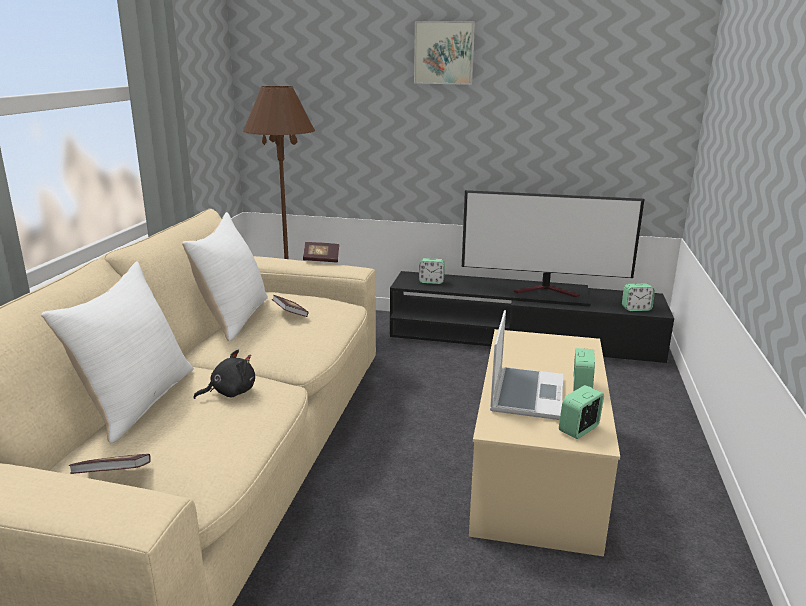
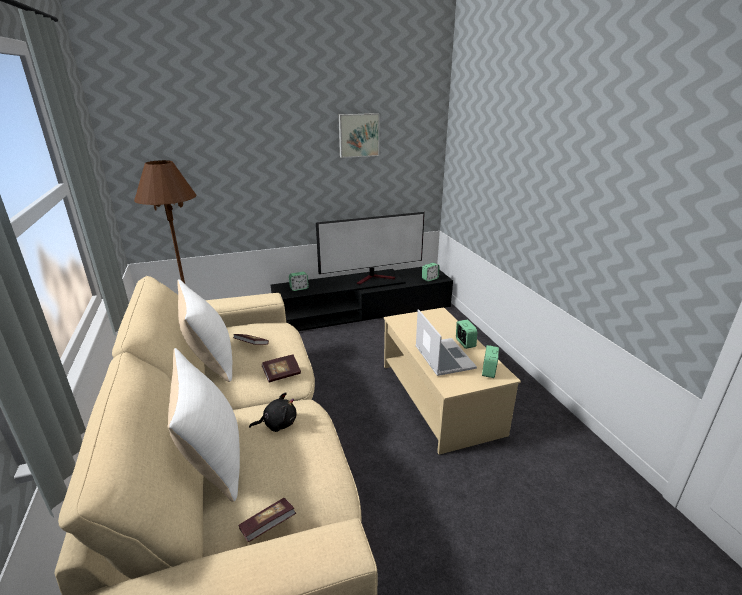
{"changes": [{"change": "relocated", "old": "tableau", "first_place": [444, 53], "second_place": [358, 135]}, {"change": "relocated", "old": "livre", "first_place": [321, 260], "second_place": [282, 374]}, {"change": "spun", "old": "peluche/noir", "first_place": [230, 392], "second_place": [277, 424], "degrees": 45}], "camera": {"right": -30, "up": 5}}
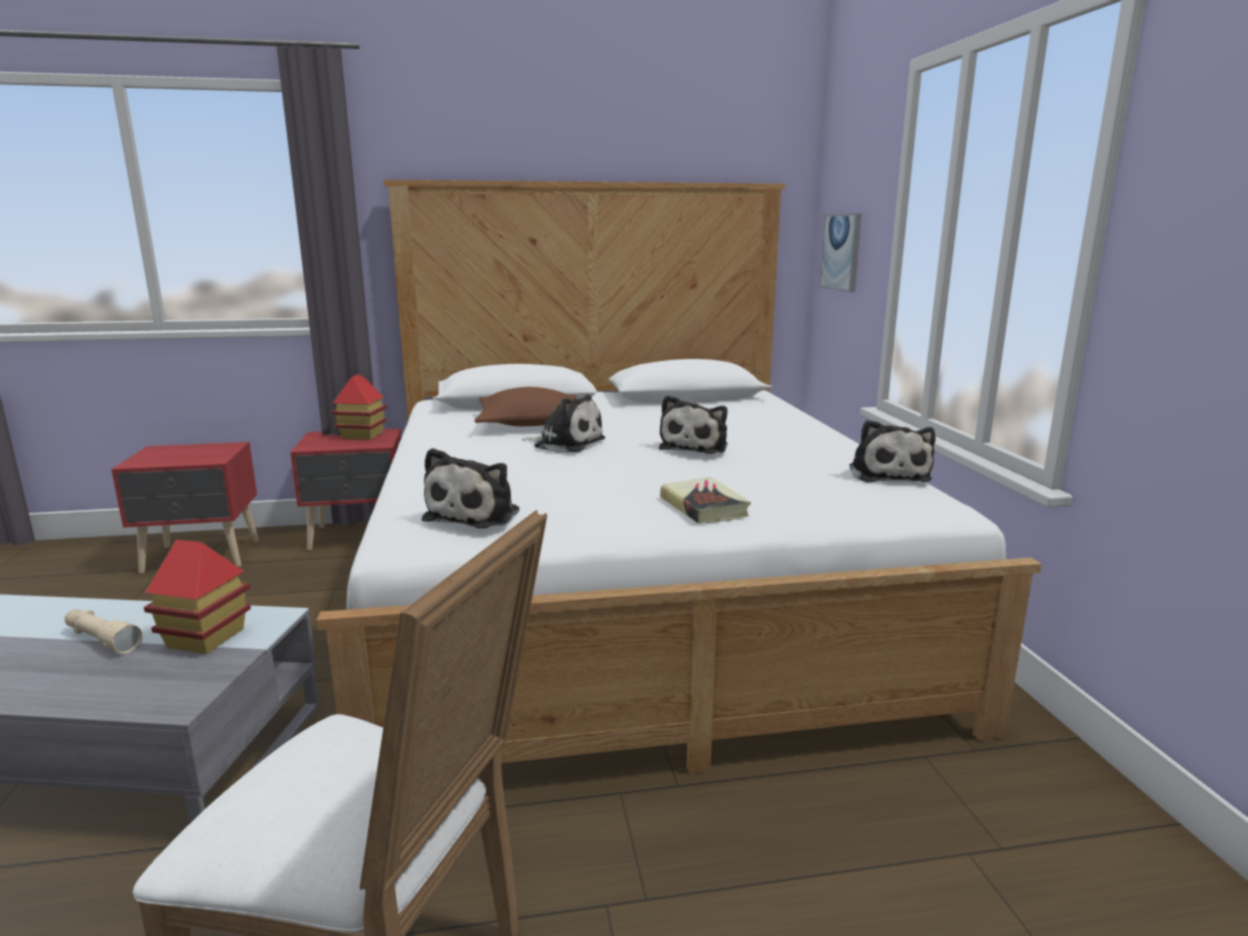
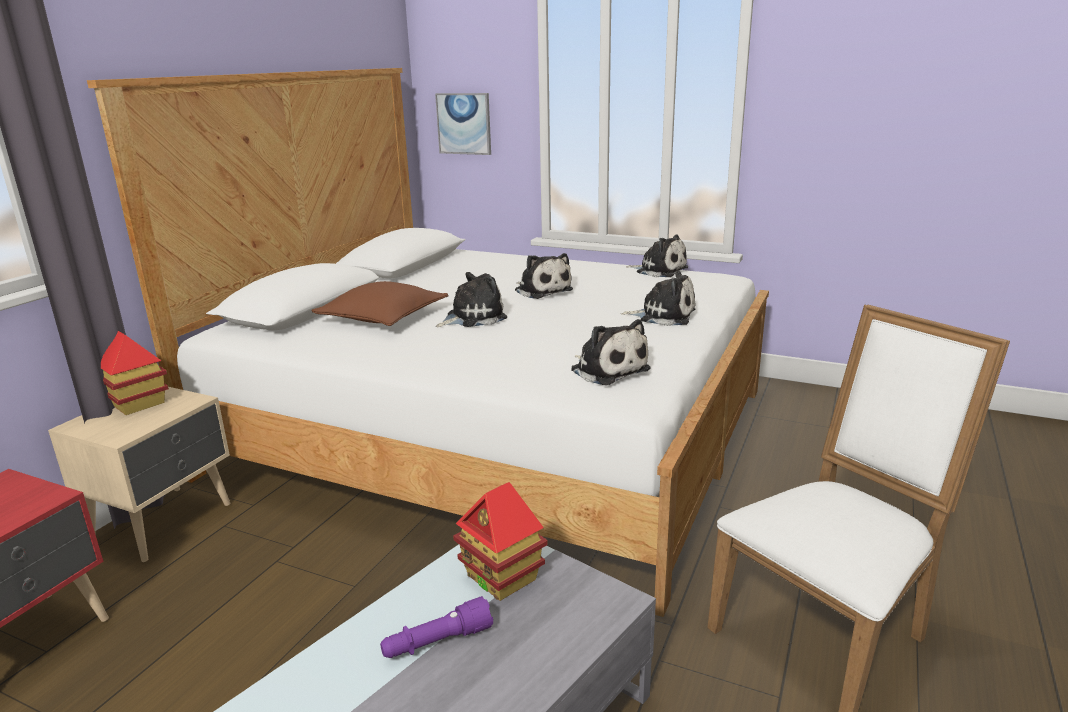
{"changes": [{"change": "colour", "old": "table de chevet/rouge", "new": "table de chevet/beige", "first_place": [359, 536], "second_place": [166, 522]}, {"change": "exchanged", "old": "livre", "new": "peluche", "first_place": [704, 507], "second_place": [663, 316]}, {"change": "colour", "old": "lampe de poche/beige", "new": "lampe de poche/violet", "first_place": [101, 640], "second_place": [437, 642]}], "camera": {"right": -55, "up": 5}}
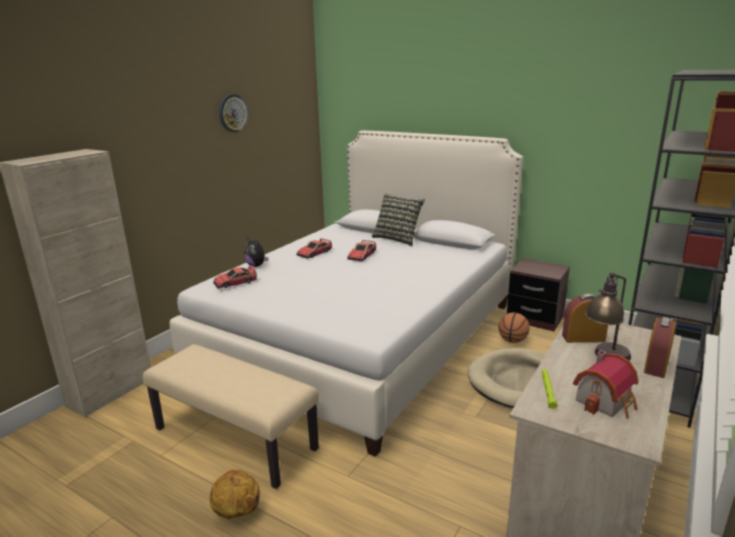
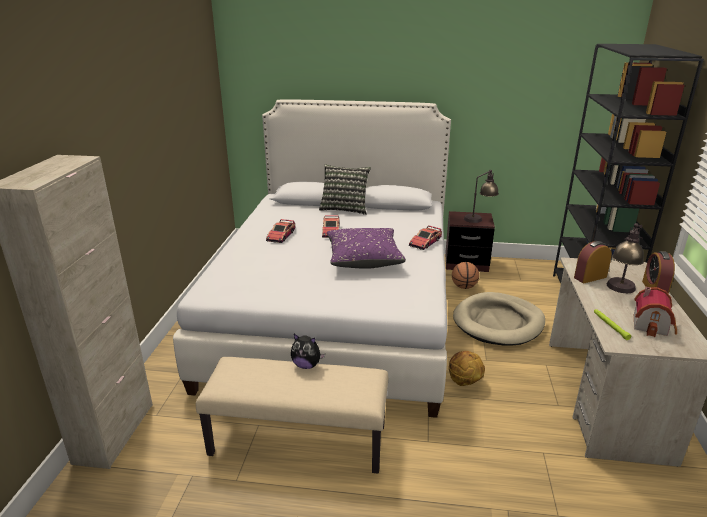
{"changes": [{"change": "missing", "old": "horloge murale", "first_place": [232, 113]}, {"change": "relocated", "old": "peluche", "first_place": [256, 265], "second_place": [307, 365]}, {"change": "relocated", "old": "petite voiture", "first_place": [235, 282], "second_place": [425, 242]}, {"change": "relocated", "old": "ballon de basket", "first_place": [237, 512], "second_place": [464, 382]}, {"change": "appeared", "new": "lampe de table", "second_place": [479, 218]}, {"change": "appeared", "new": "coussin/violet", "second_place": [364, 259]}], "camera": {"right": -25, "up": 5}}
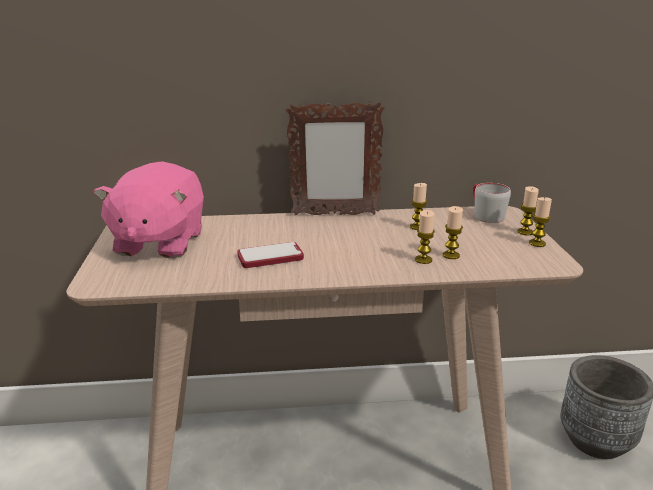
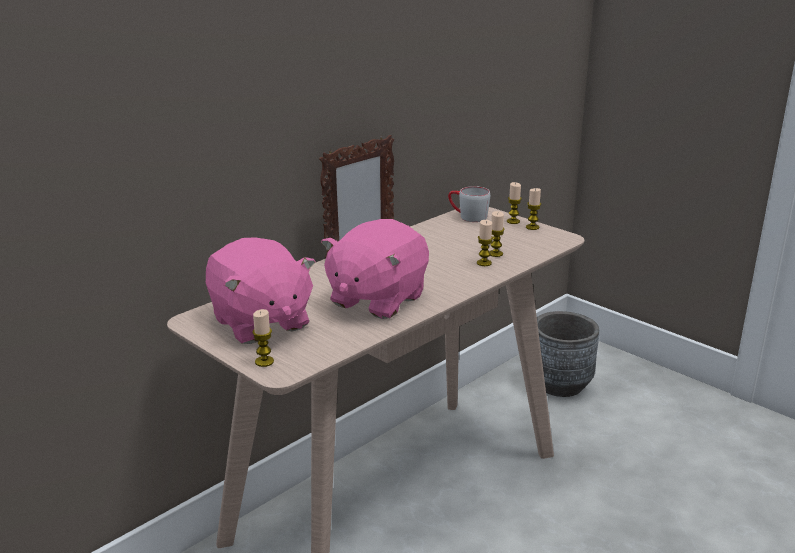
{"changes": [{"change": "relocated", "old": "bougie", "first_place": [417, 227], "second_place": [264, 362]}, {"change": "exchanged", "old": "téléphone", "new": "peluche/rose", "first_place": [270, 257], "second_place": [376, 299]}], "camera": {"right": -40, "up": 0}}
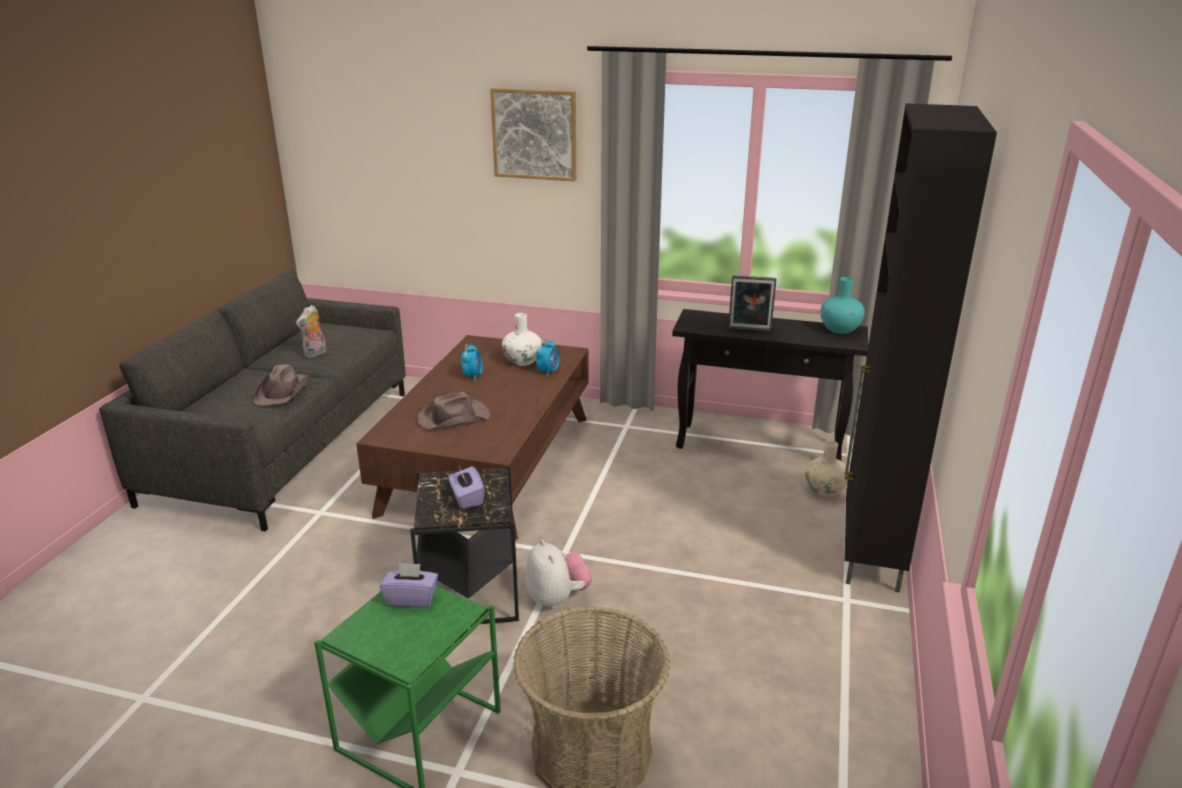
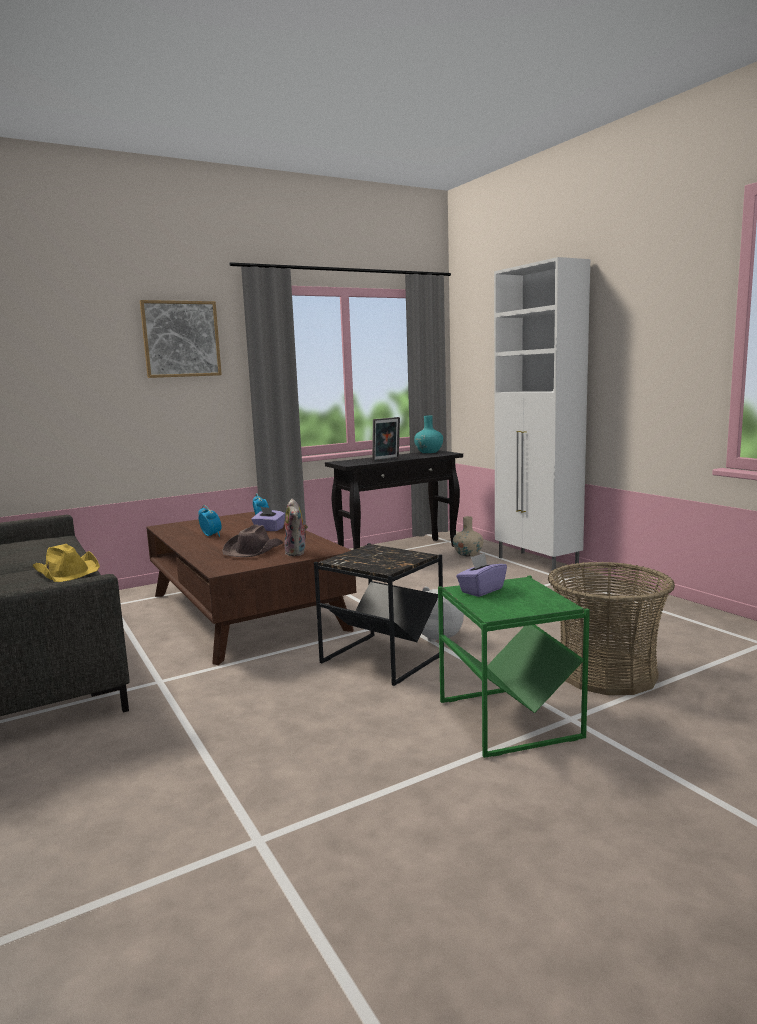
{"changes": [{"change": "colour", "old": "meuble de rangement/noir", "new": "meuble de rangement/blanc", "first_place": [870, 552], "second_place": [537, 563]}, {"change": "relocated", "old": "peluche", "first_place": [315, 354], "second_place": [297, 553]}, {"change": "missing", "old": "vase/blanc", "first_place": [522, 361]}, {"change": "colour", "old": "chapeau/marron", "new": "chapeau/jaune", "first_place": [284, 391], "second_place": [68, 572]}, {"change": "relocated", "old": "boîte à mouchoirs/violet", "first_place": [467, 498], "second_place": [269, 529]}], "camera": {"right": -45, "up": -15}}
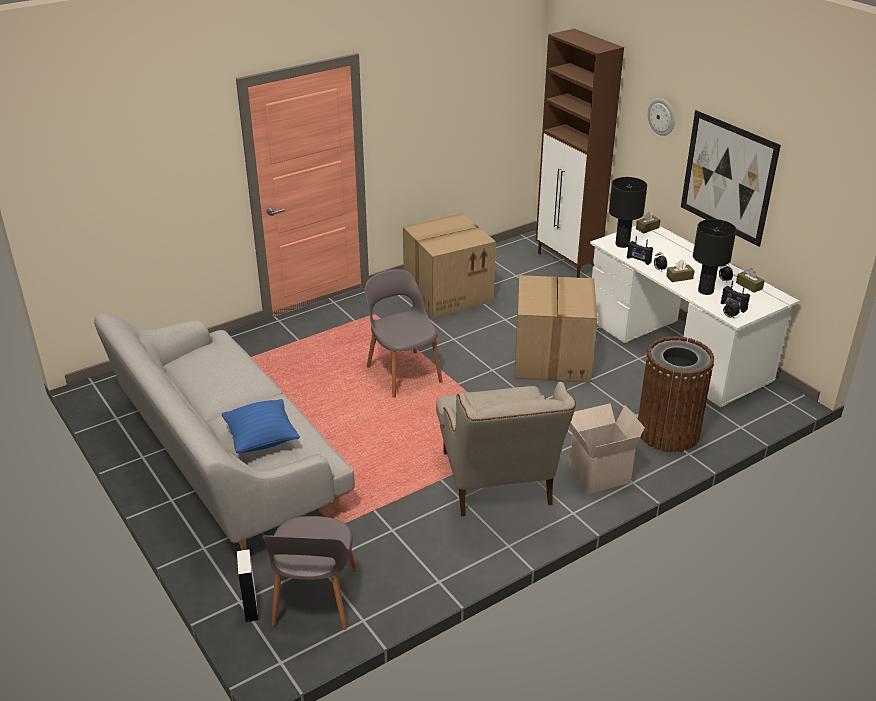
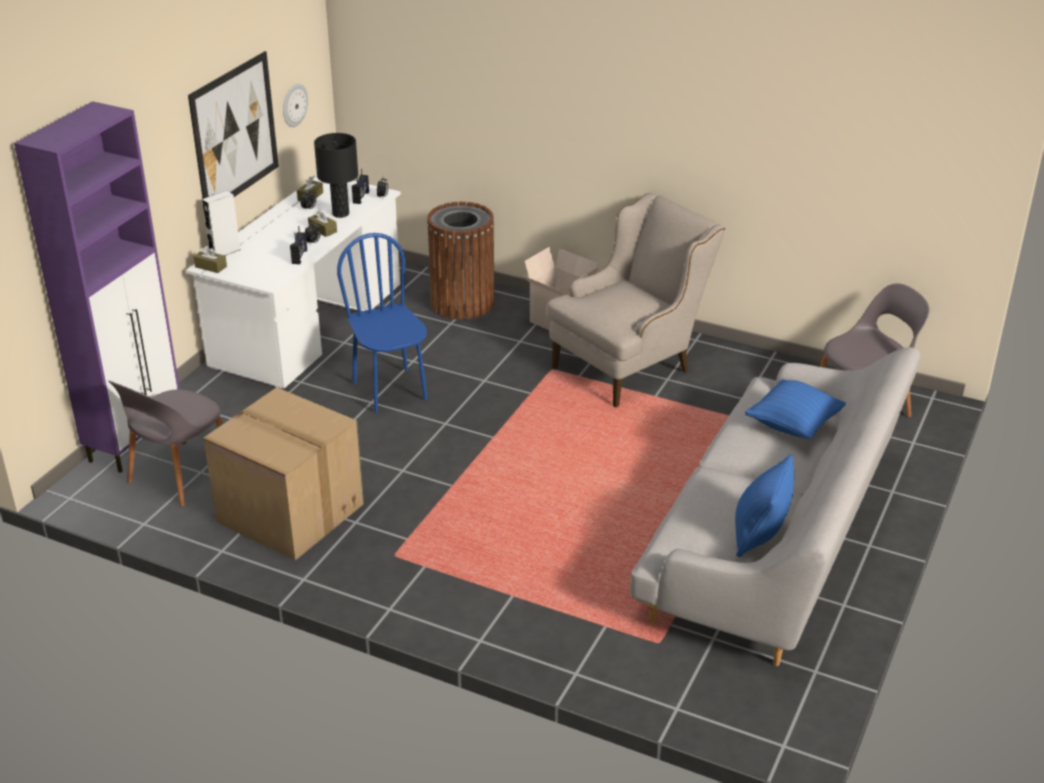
{"changes": [{"change": "colour", "old": "meuble de rangement/marron", "new": "meuble de rangement/violet", "first_place": [567, 263], "second_place": [136, 441]}, {"change": "relocated", "old": "horloge murale", "first_place": [662, 117], "second_place": [294, 105]}, {"change": "missing", "old": "lampe de table/noir", "first_place": [622, 244]}, {"change": "relocated", "old": "chaise/gris", "first_place": [403, 373], "second_place": [180, 475]}, {"change": "exchanged", "old": "carton", "new": "chaise/bleu", "first_place": [553, 359], "second_place": [390, 391]}, {"change": "relocated", "old": "enceinte/blanc", "first_place": [251, 609], "second_place": [225, 252]}, {"change": "appeared", "new": "coussin/bleu", "second_place": [759, 534]}], "camera": {"right": -120, "up": 0}}
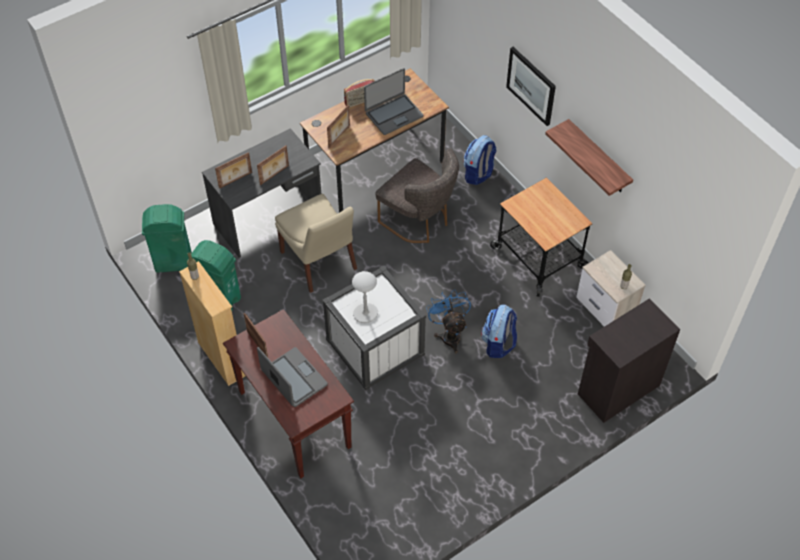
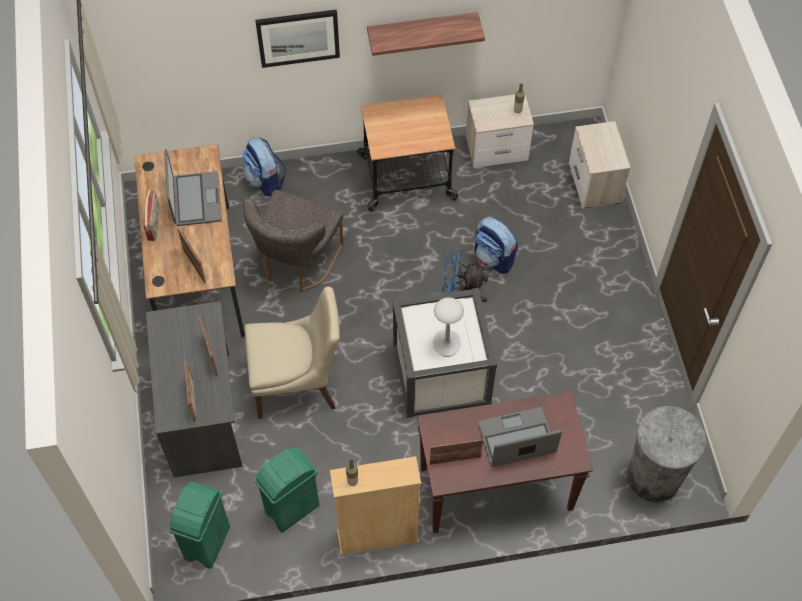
{"changes": [{"change": "spun", "old": "chaise/gris", "first_place": [419, 221], "second_place": [297, 263], "degrees": 135}, {"change": "exchanged", "old": "meuble de rangement/noir", "new": "table de chevet", "first_place": [617, 389], "second_place": [594, 184]}, {"change": "appeared", "new": "poubelle/gris", "second_place": [653, 477]}], "camera": {"right": -65, "up": 5}}
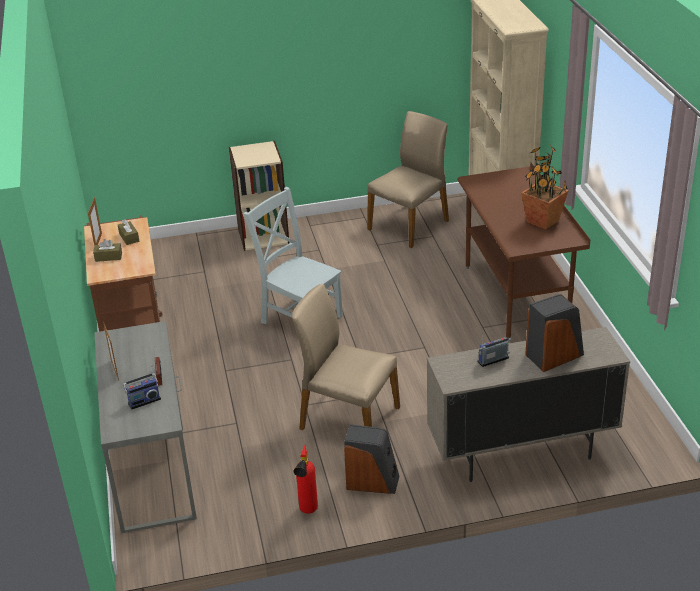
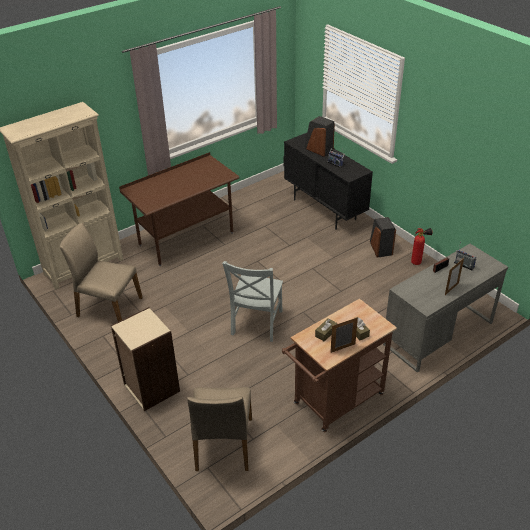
{"changes": [{"change": "missing", "old": "plante en pot", "first_place": [542, 221]}, {"change": "relocated", "old": "chaise/beige", "first_place": [348, 418], "second_place": [223, 444]}, {"change": "colour", "old": "meuble de rangement/beige", "new": "meuble de rangement/noir", "first_place": [521, 453], "second_place": [324, 209]}], "camera": {"right": -115, "up": 5}}
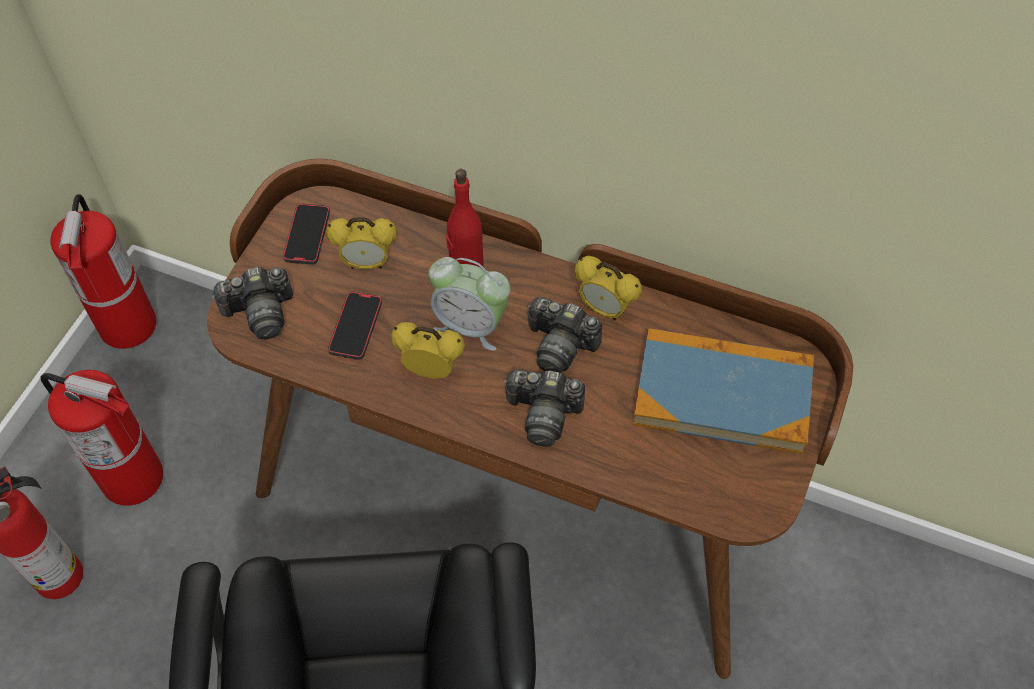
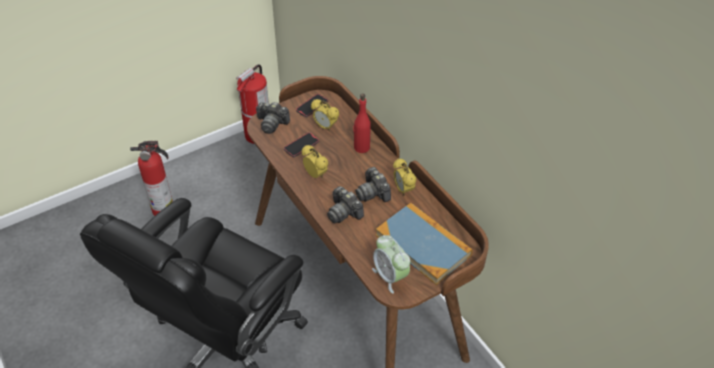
{"changes": [{"change": "relocated", "old": "réveil", "first_place": [470, 325], "second_place": [390, 276]}, {"change": "missing", "old": "extincteur", "first_place": [133, 478]}], "camera": {"right": 35, "up": -10}}
